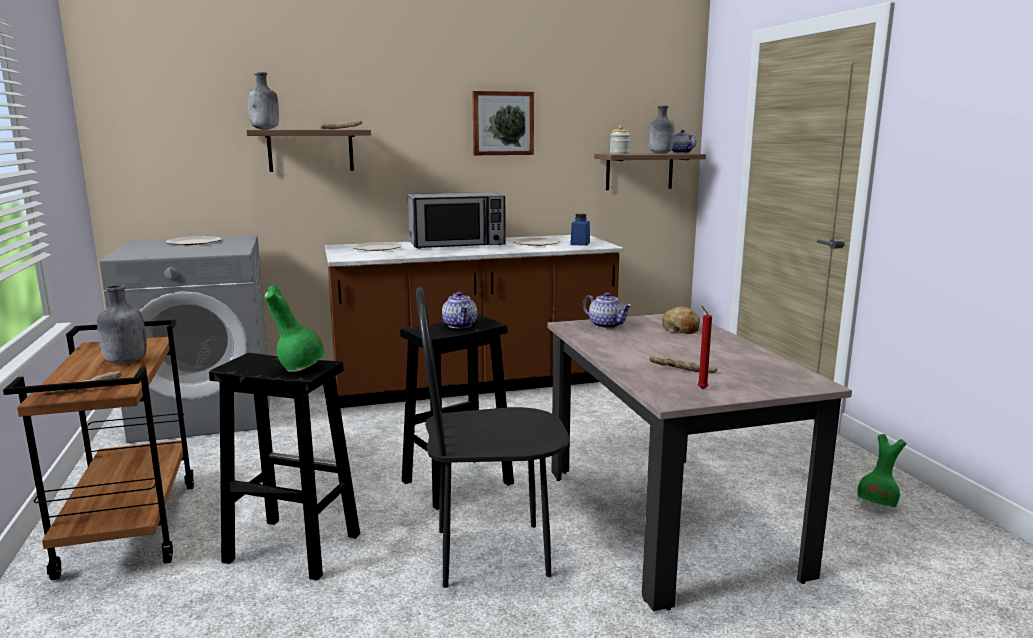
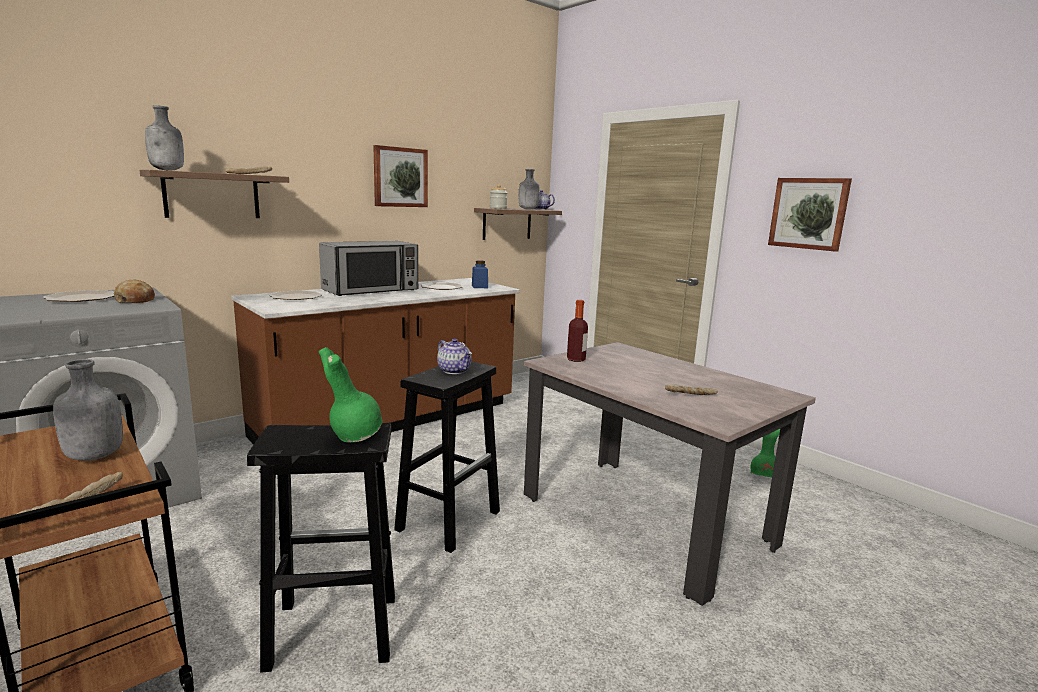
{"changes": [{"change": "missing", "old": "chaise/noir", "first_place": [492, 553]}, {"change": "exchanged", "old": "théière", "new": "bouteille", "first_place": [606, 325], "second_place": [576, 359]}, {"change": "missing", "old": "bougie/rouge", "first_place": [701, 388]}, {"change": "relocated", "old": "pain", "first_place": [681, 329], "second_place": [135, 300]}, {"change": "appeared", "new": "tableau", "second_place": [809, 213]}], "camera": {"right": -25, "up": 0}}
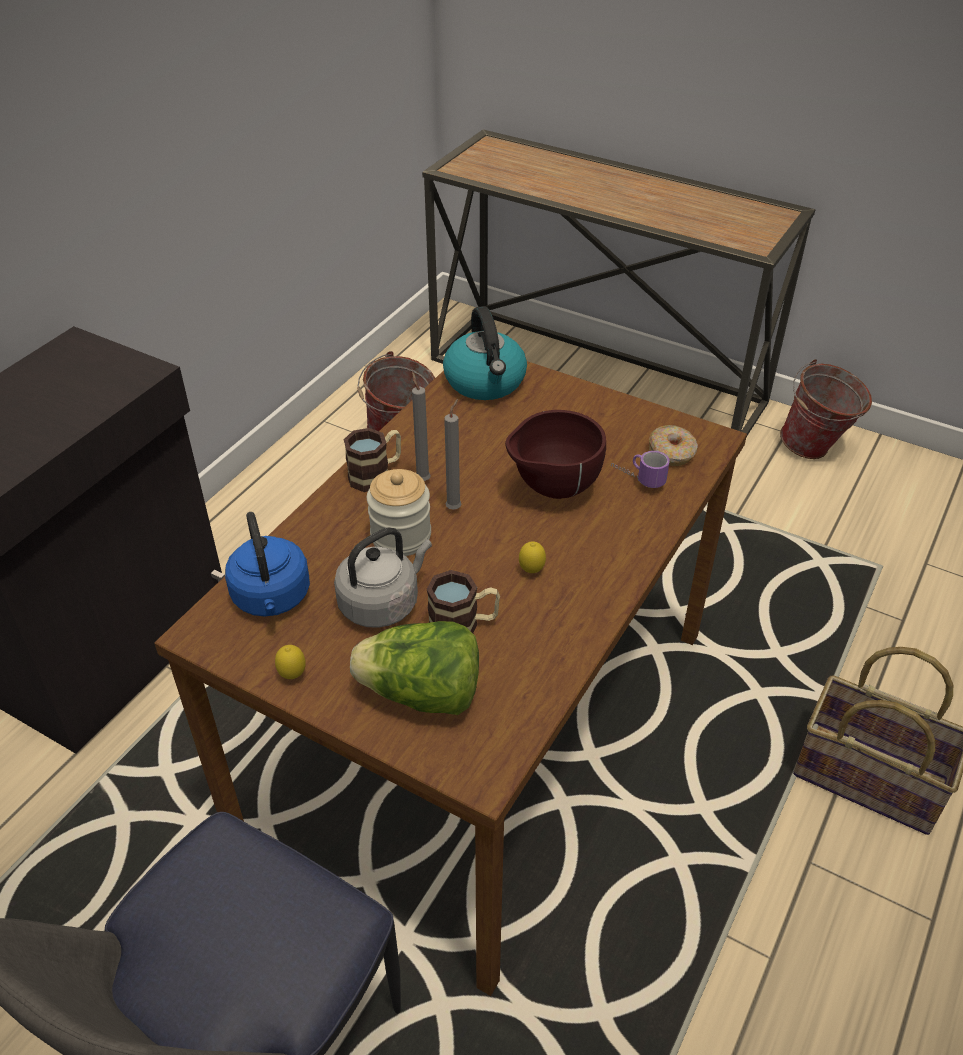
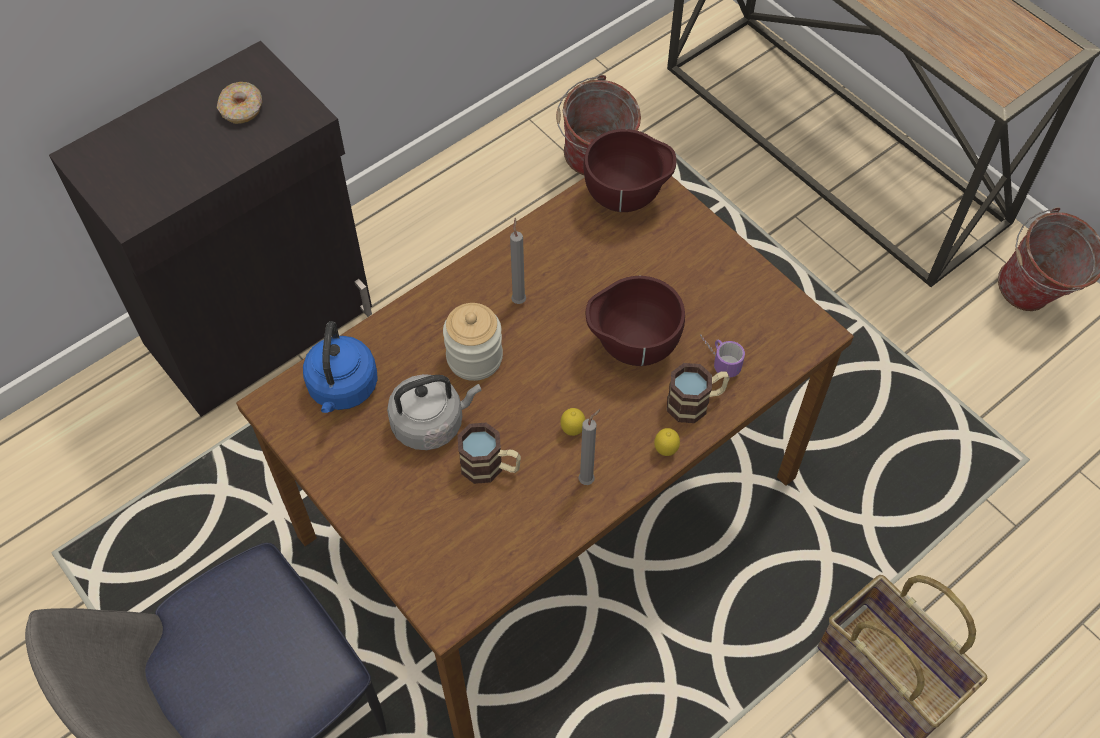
{"changes": [{"change": "exchanged", "old": "bouilloire", "new": "bol/marron", "first_place": [486, 382], "second_place": [627, 199]}, {"change": "relocated", "old": "bougie/gris", "first_place": [455, 507], "second_place": [588, 479]}, {"change": "relocated", "old": "beignet", "first_place": [672, 453], "second_place": [242, 109]}, {"change": "relocated", "old": "mug", "first_place": [376, 474], "second_place": [695, 402]}, {"change": "missing", "old": "laitue", "first_place": [422, 694]}, {"change": "relocated", "old": "citron", "first_place": [292, 676], "second_place": [665, 450]}], "camera": {"right": 20, "up": 15}}
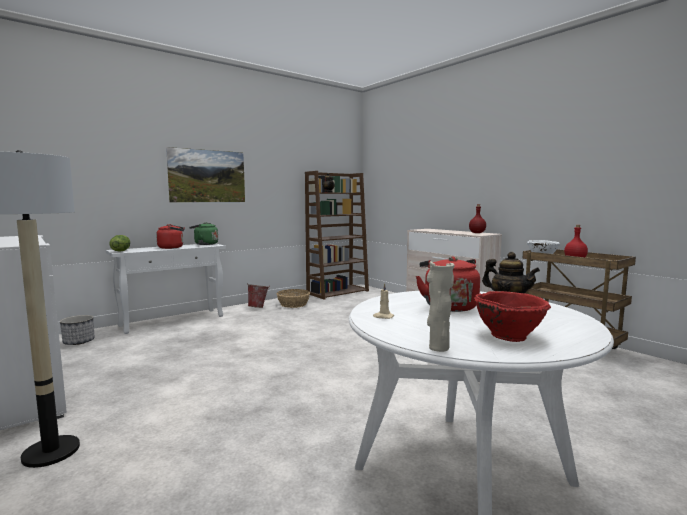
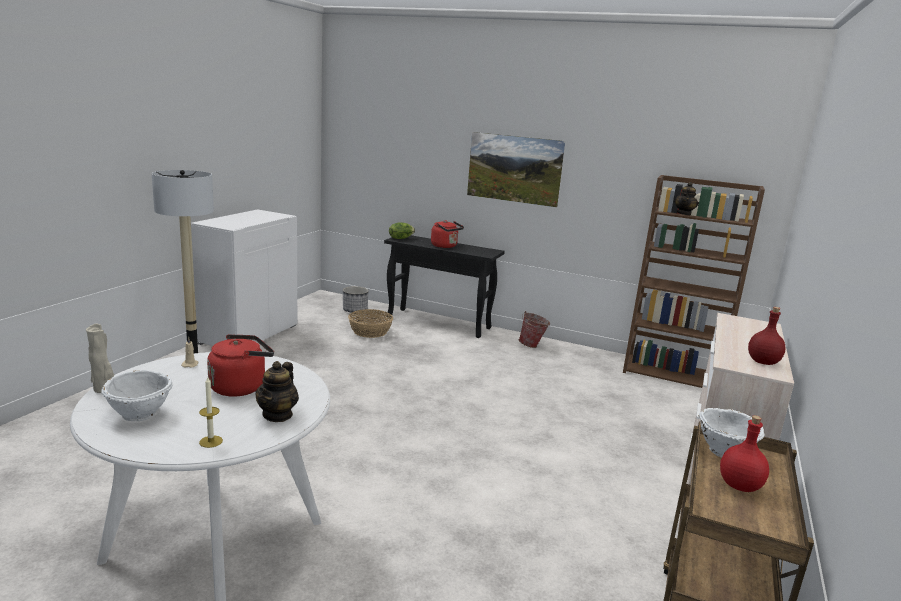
{"changes": [{"change": "missing", "old": "bouilloire/vert", "first_place": [204, 244]}, {"change": "colour", "old": "table console/blanc", "new": "table console/noir", "first_place": [173, 321], "second_place": [439, 323]}, {"change": "relocated", "old": "panier", "first_place": [293, 304], "second_place": [370, 331]}, {"change": "colour", "old": "bol/rouge", "new": "bol/blanc", "first_place": [508, 336], "second_place": [140, 414]}, {"change": "appeared", "new": "bougie", "second_place": [211, 441]}], "camera": {"right": 60, "up": 10}}
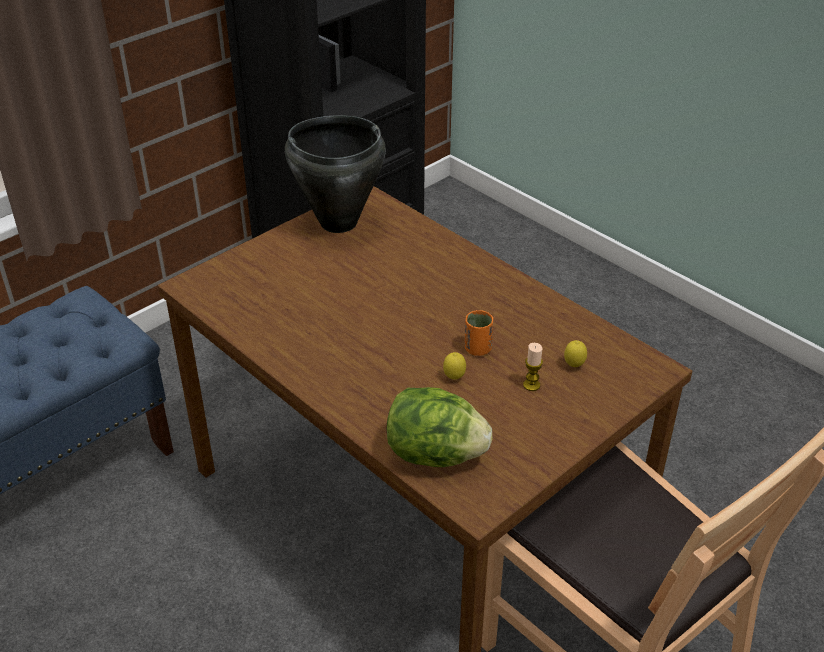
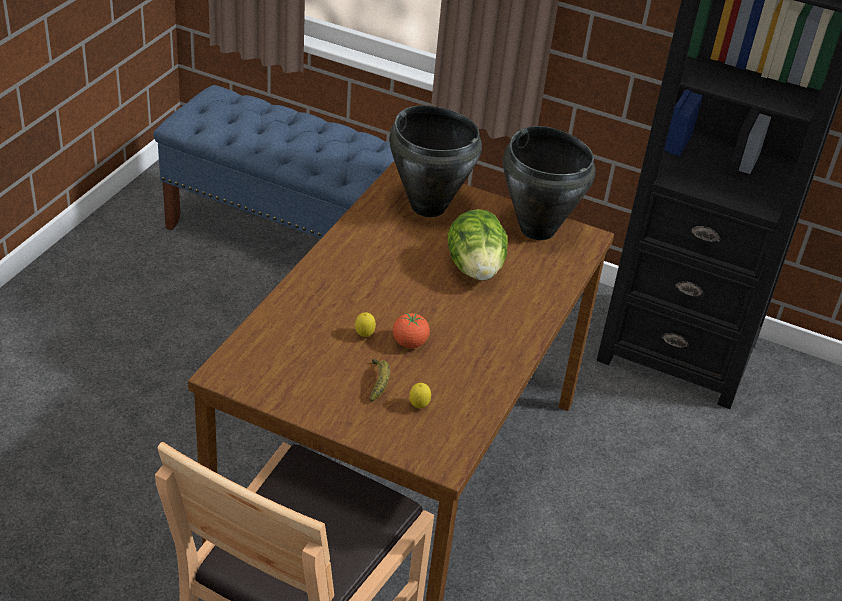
{"changes": [{"change": "exchanged", "old": "tasse/orange", "new": "tomate", "first_place": [477, 349], "second_place": [409, 343]}, {"change": "exchanged", "old": "bougie", "new": "banane", "first_place": [531, 385], "second_place": [379, 383]}, {"change": "relocated", "old": "laitue", "first_place": [434, 454], "second_place": [475, 269]}, {"change": "appeared", "new": "marmite/noir", "second_place": [428, 206]}], "camera": {"right": 65, "up": 0}}
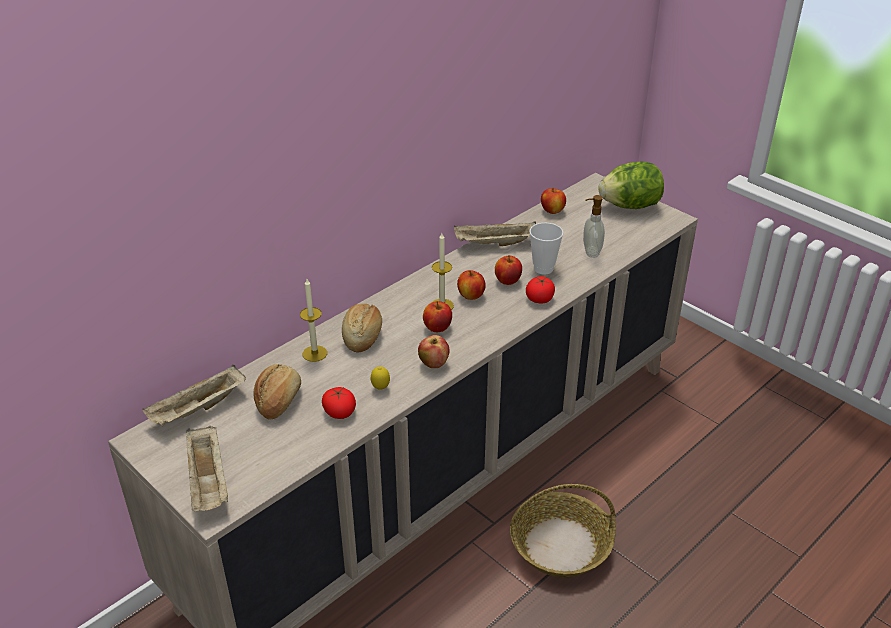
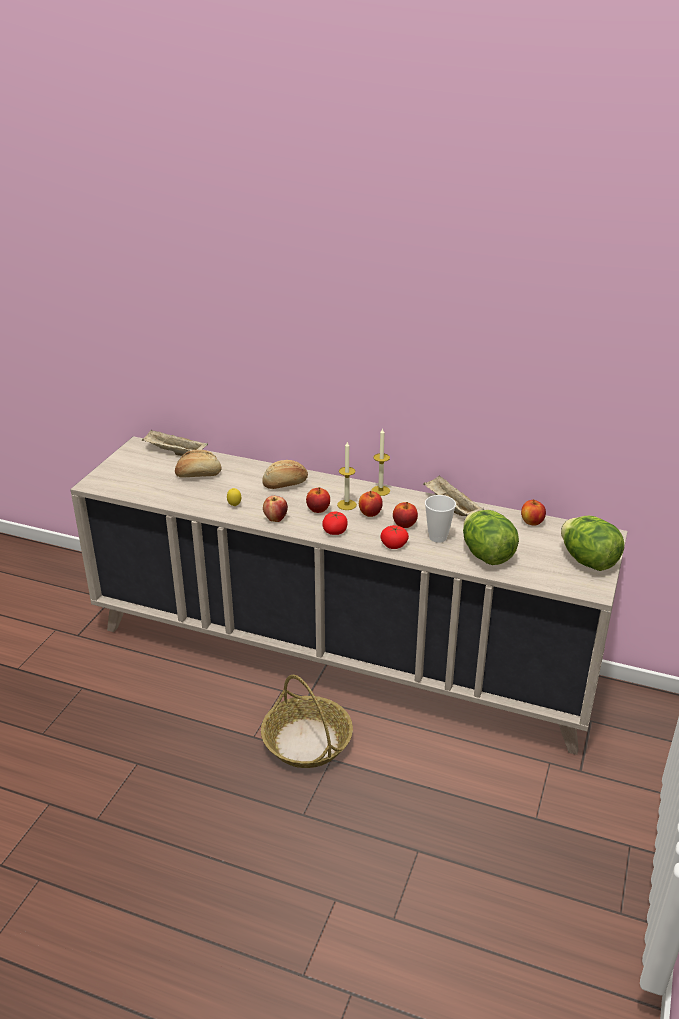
{"changes": [{"change": "exchanged", "old": "distributeur de savon", "new": "laitue", "first_place": [590, 252], "second_place": [486, 555]}, {"change": "relocated", "old": "bougie", "first_place": [314, 353], "second_place": [380, 490]}, {"change": "relocated", "old": "tomate", "first_place": [339, 412], "second_place": [335, 531]}, {"change": "missing", "old": "plateau/beige", "first_place": [209, 482]}], "camera": {"right": 65, "up": -5}}
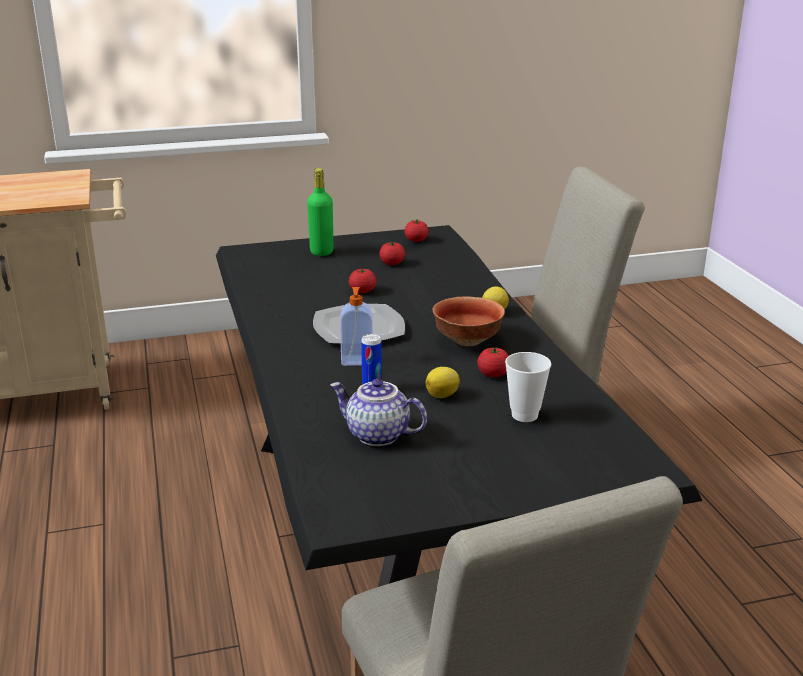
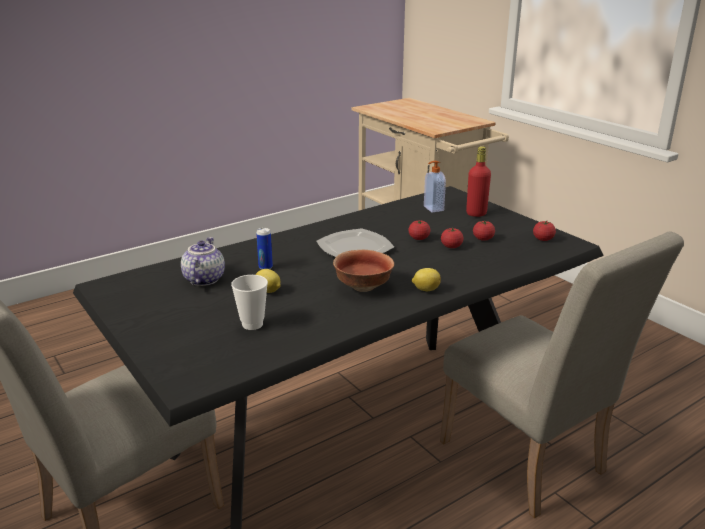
{"changes": [{"change": "colour", "old": "bouteille/vert", "new": "bouteille/rouge", "first_place": [321, 252], "second_place": [476, 213]}, {"change": "relocated", "old": "distributeur de savon", "first_place": [357, 361], "second_place": [433, 208]}, {"change": "relocated", "old": "tomate", "first_place": [493, 374], "second_place": [451, 246]}], "camera": {"right": 70, "up": 0}}
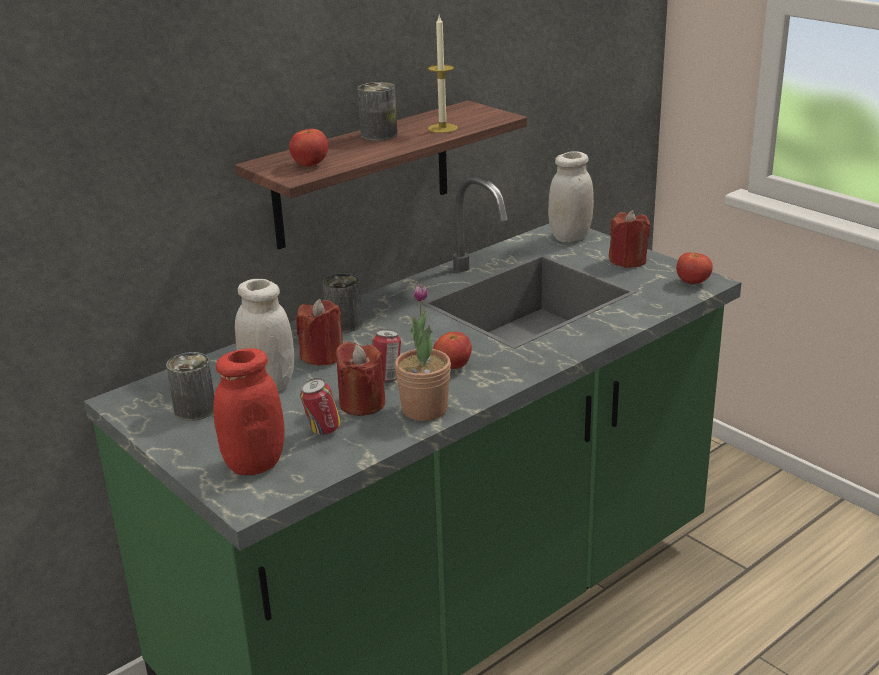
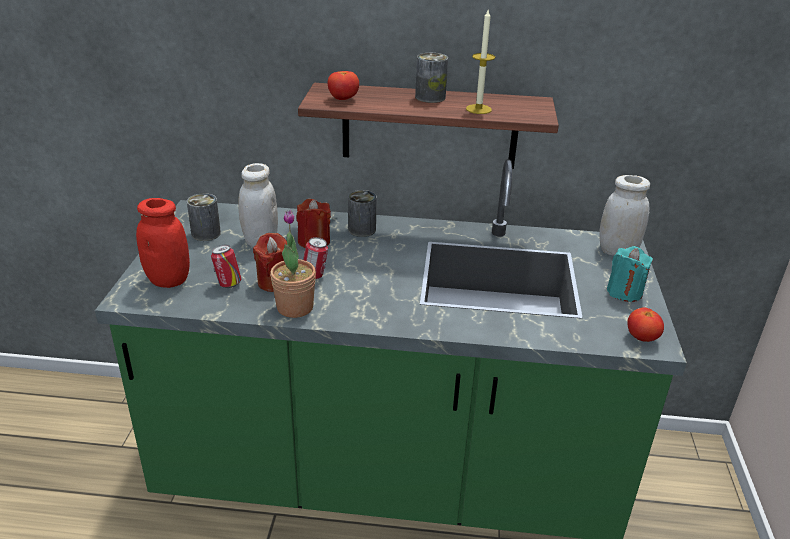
{"changes": [{"change": "colour", "old": "bougie/rouge", "new": "bougie/turquoise", "first_place": [628, 261], "second_place": [624, 292]}, {"change": "missing", "old": "tomate", "first_place": [453, 366]}], "camera": {"right": 45, "up": 5}}
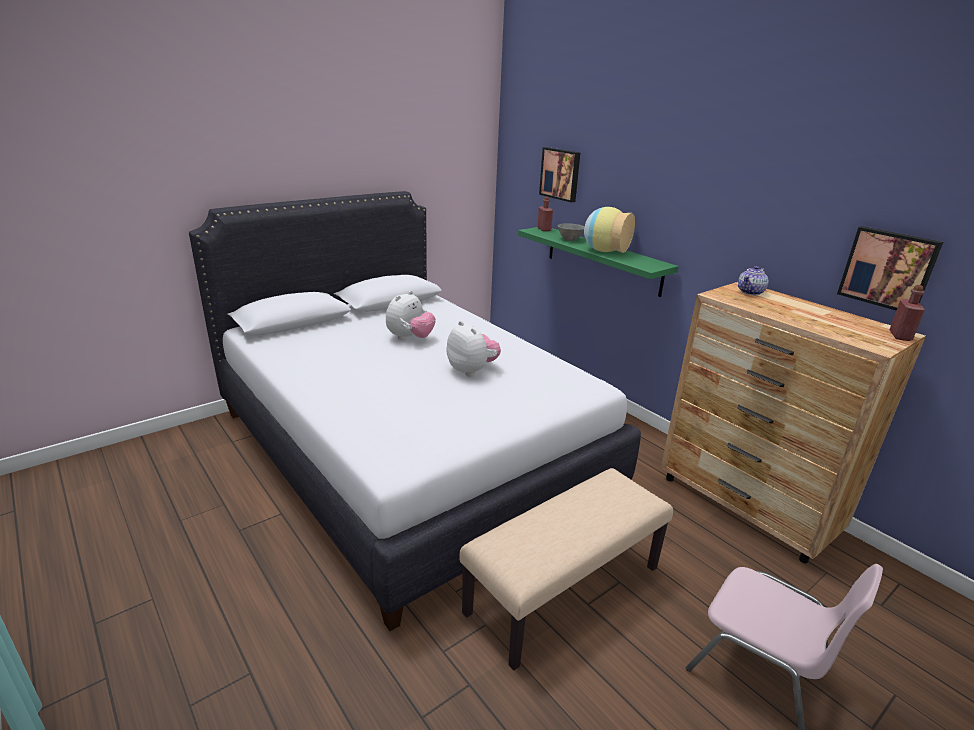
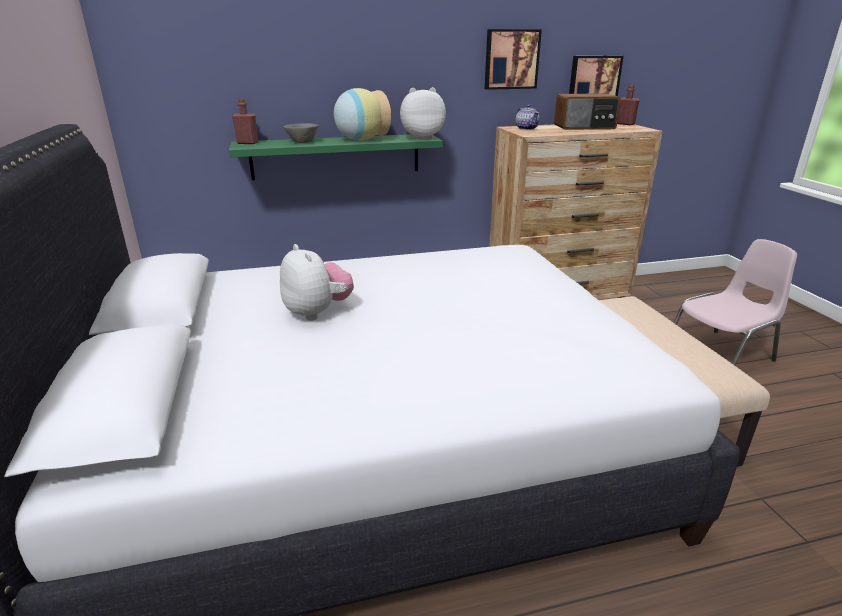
{"changes": [{"change": "relocated", "old": "tableau", "first_place": [560, 174], "second_place": [511, 59]}, {"change": "relocated", "old": "peluche", "first_place": [472, 370], "second_place": [421, 138]}, {"change": "appeared", "new": "radio", "second_place": [585, 127]}], "camera": {"right": -65, "up": 0}}
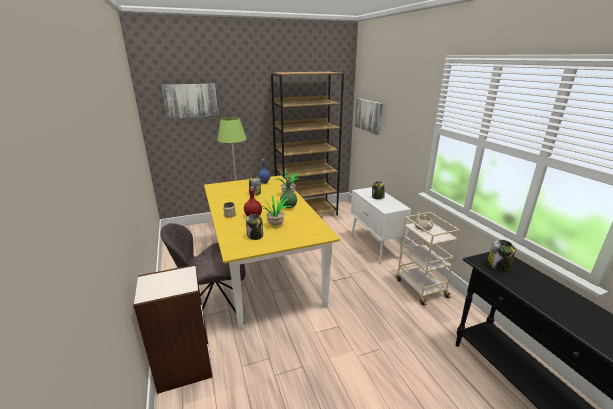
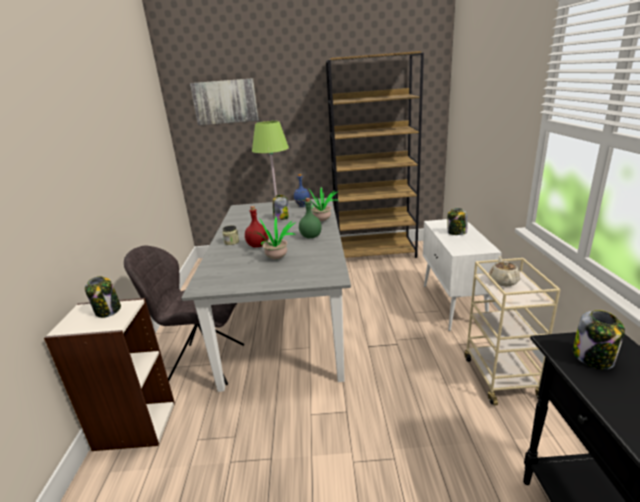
{"changes": [{"change": "missing", "old": "tableau", "first_place": [369, 115]}, {"change": "colour", "old": "table à manger/jaune", "new": "table à manger/gris", "first_place": [264, 269], "second_place": [286, 319]}, {"change": "relocated", "old": "bocal", "first_place": [255, 236], "second_place": [108, 311]}], "camera": {"right": 20, "up": 0}}
